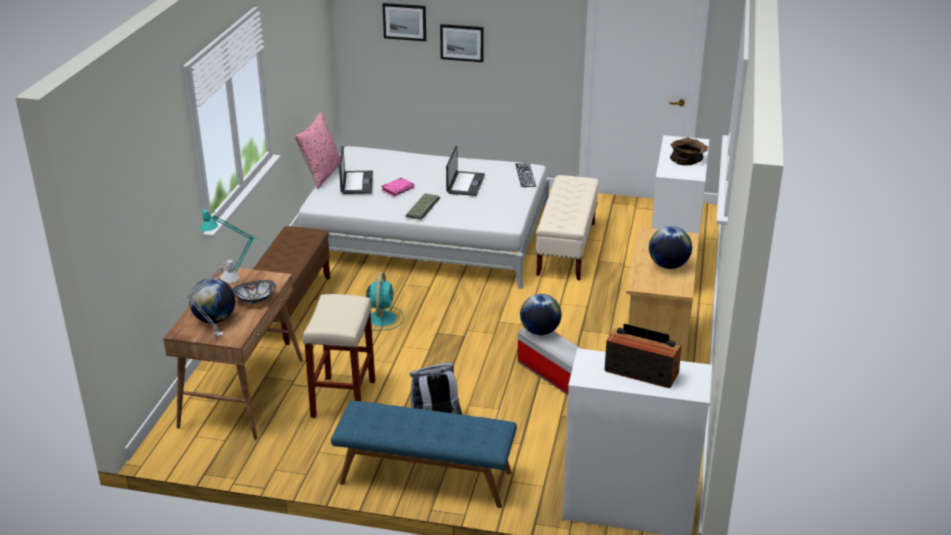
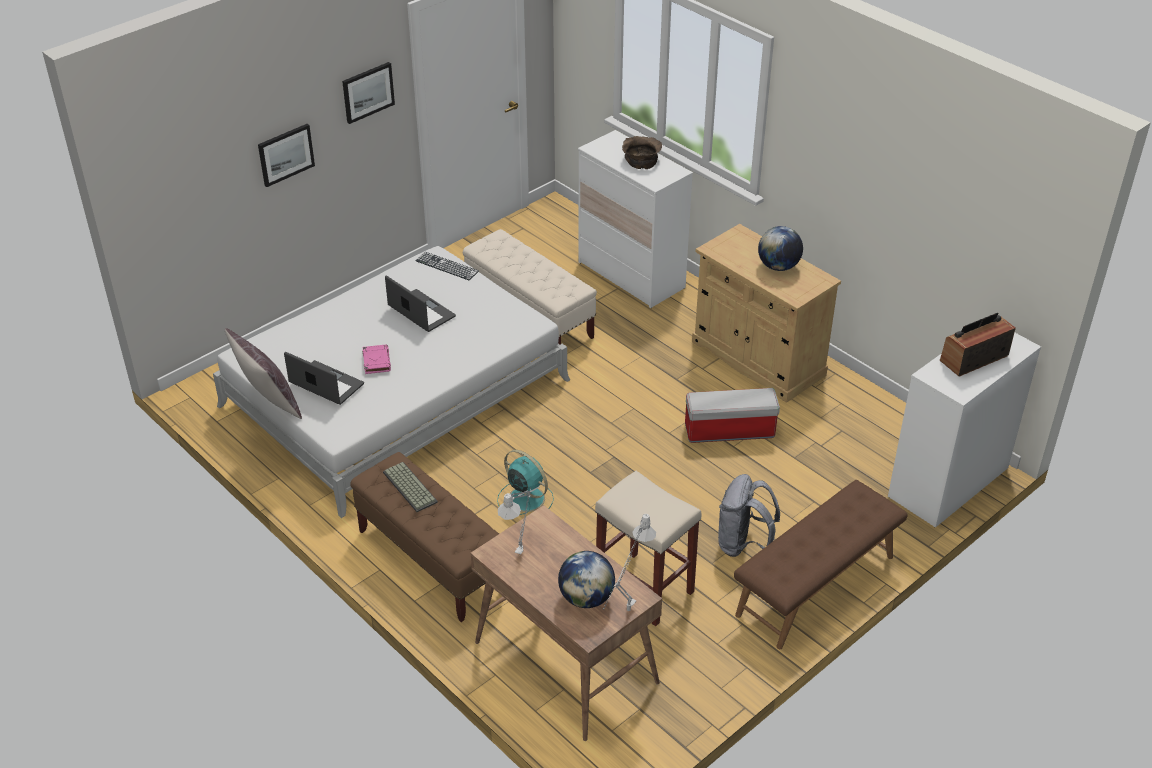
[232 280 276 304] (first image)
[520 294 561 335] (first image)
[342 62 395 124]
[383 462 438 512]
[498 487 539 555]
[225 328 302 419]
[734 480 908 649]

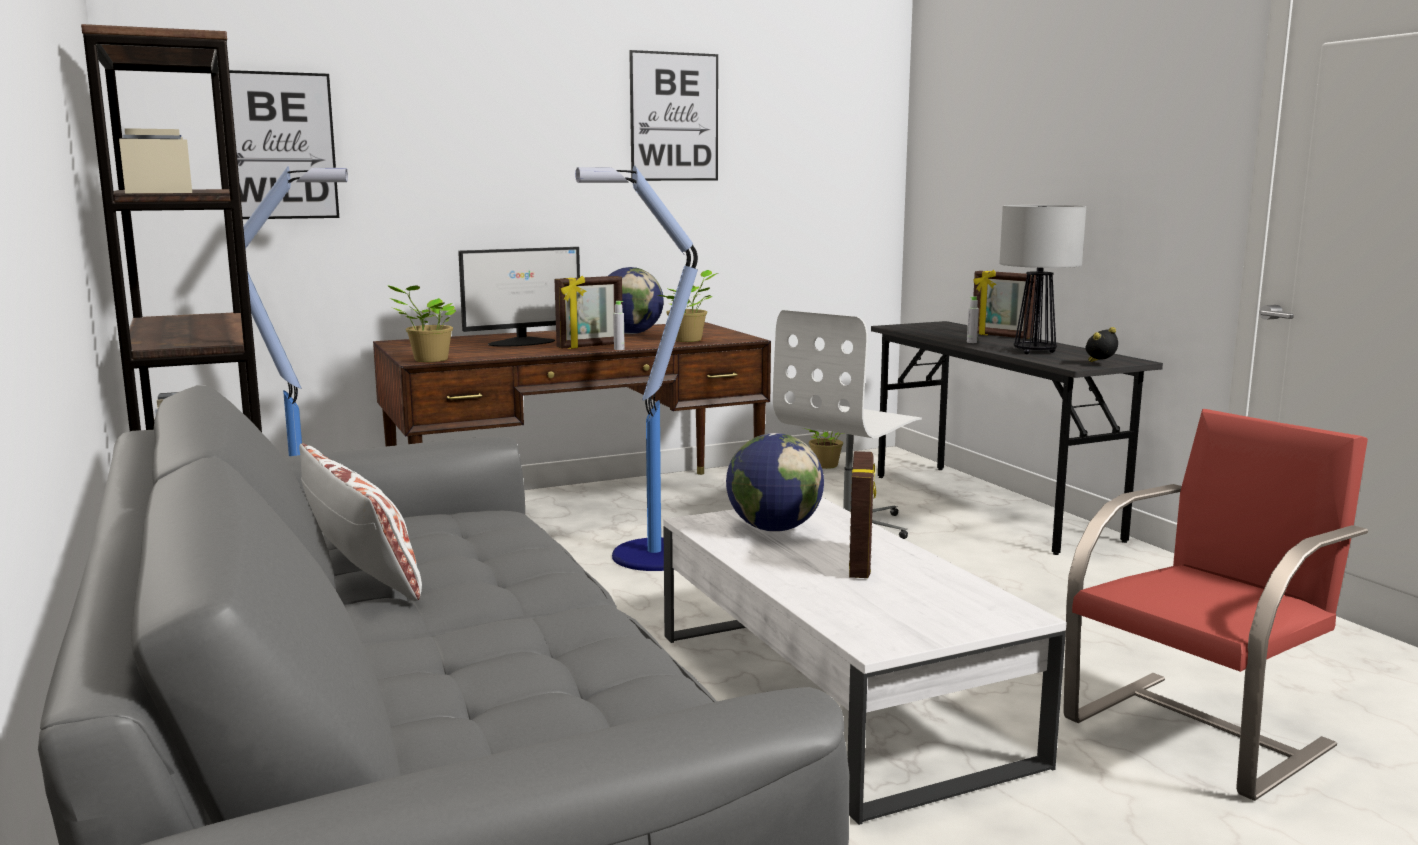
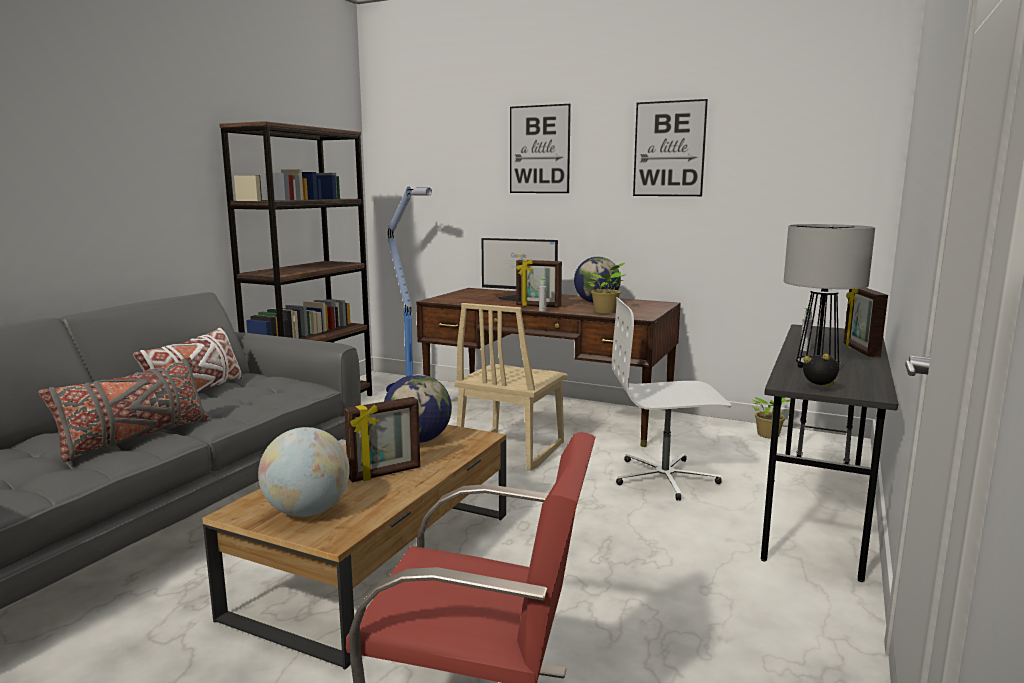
[387 285 456 362] (first image)
[38 357 209 462]
[258 427 350 517]
[510 104 571 193]
[454 303 568 471]
[202 425 506 670]

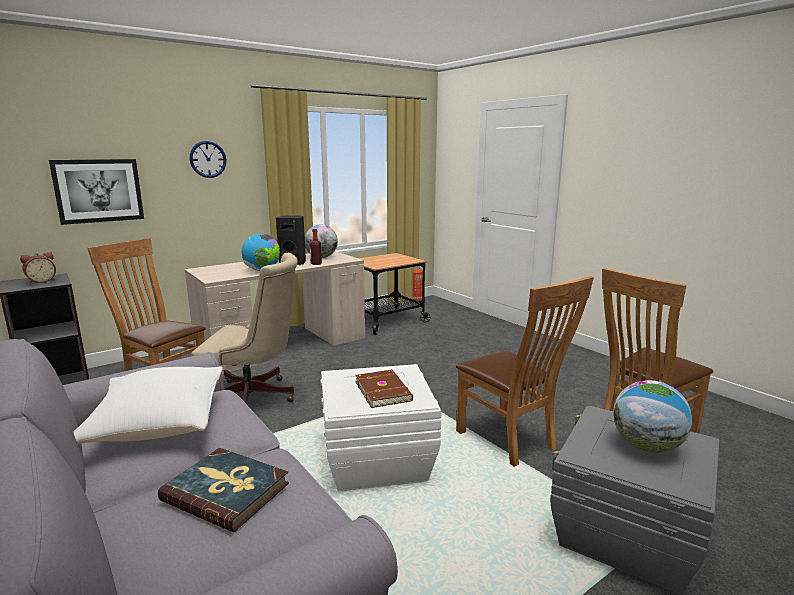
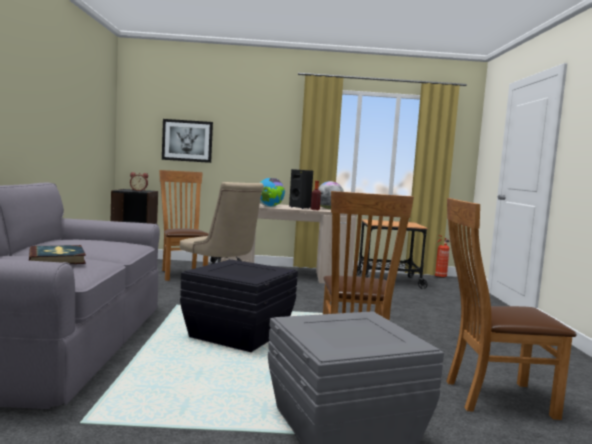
[74 366 223 444] (first image)
[189 141 227 178] (first image)
[355 370 413 408] (first image)
[613 380 693 453] (first image)
[180 259 298 352]

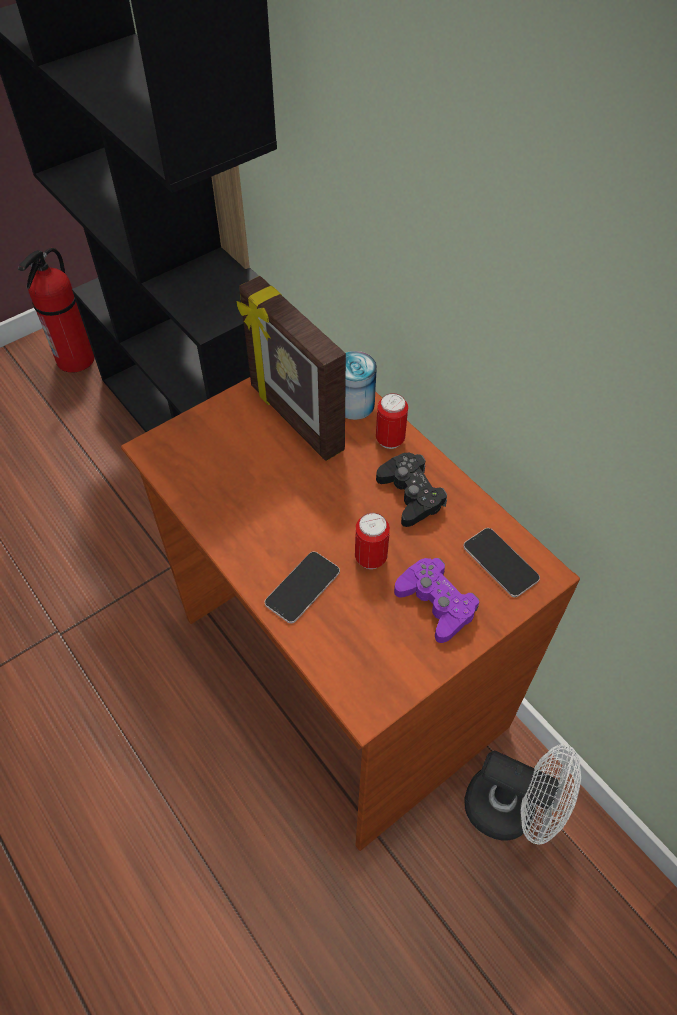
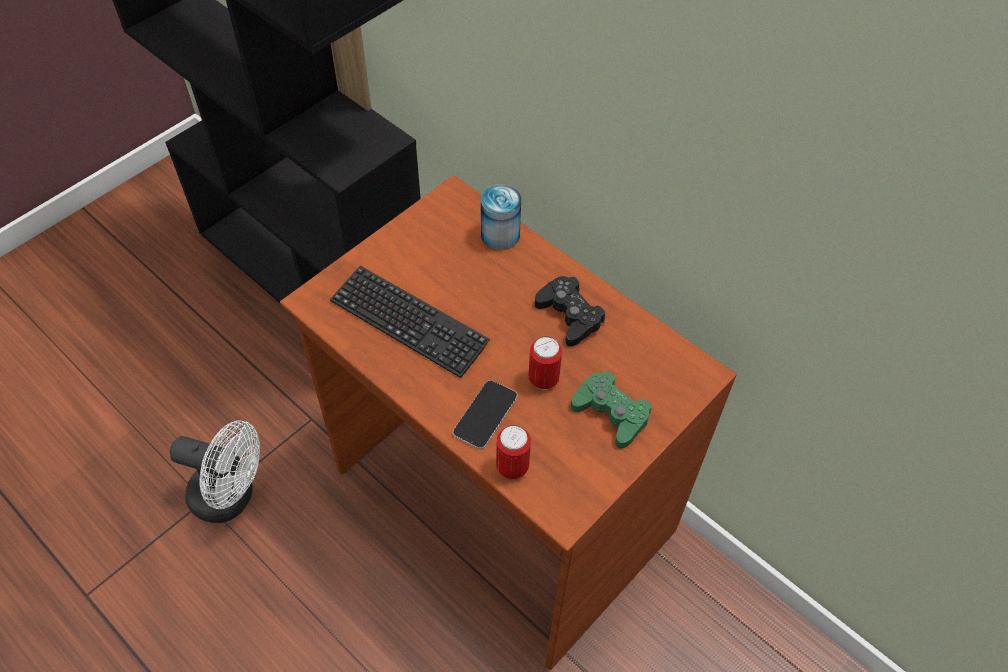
[18 248 95 372] (first image)
[237 276 346 461] (first image)
[463 528 540 597] (first image)
[330 266 490 378]
[496 425 531 479]
[170 420 260 523]
[571 371 652 449]

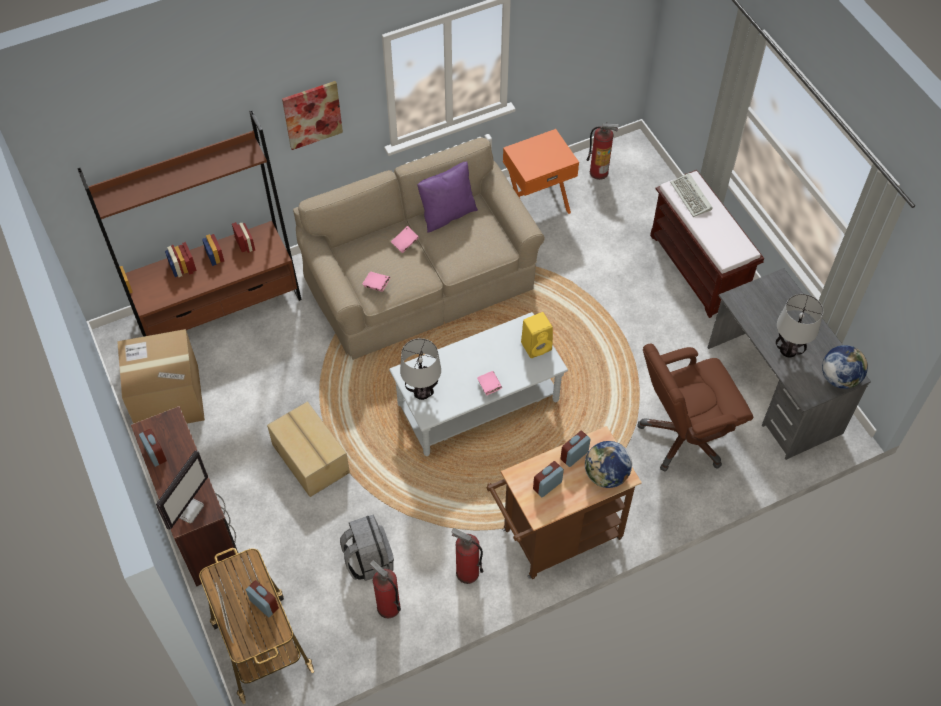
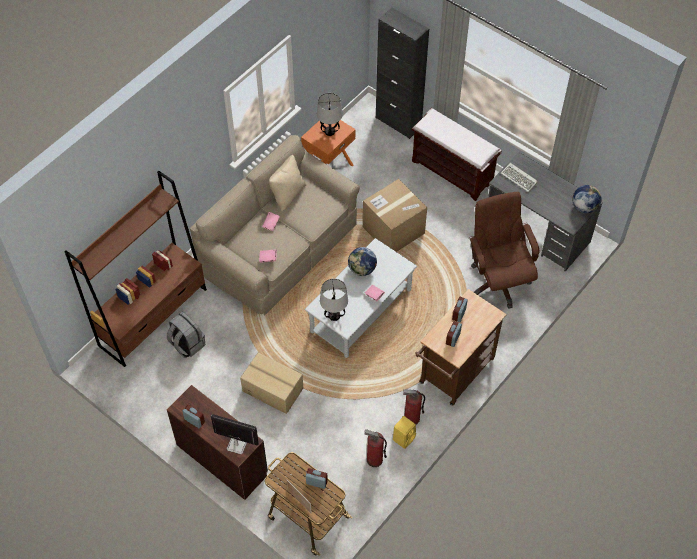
[282 81 343 150] (first image)
[587 122 619 180] (first image)
[376 7 429 139]
[363 179 427 252]
[167 312 205 358]
[393 416 416 449]
[348 247 377 276]
[500 163 538 192]
[317 93 343 136]
[269 155 306 212]
[211 414 259 454]
[469 192 539 308]

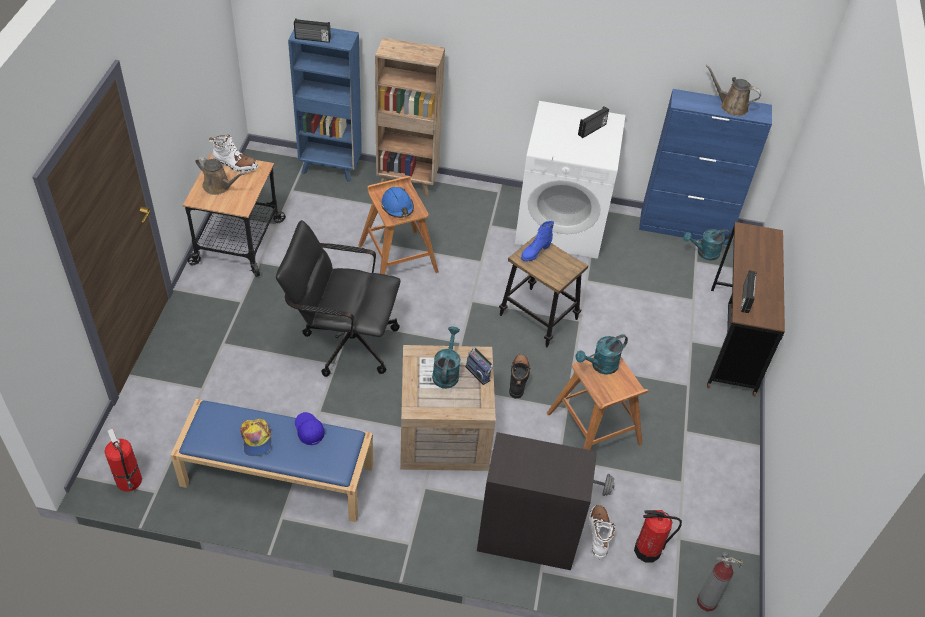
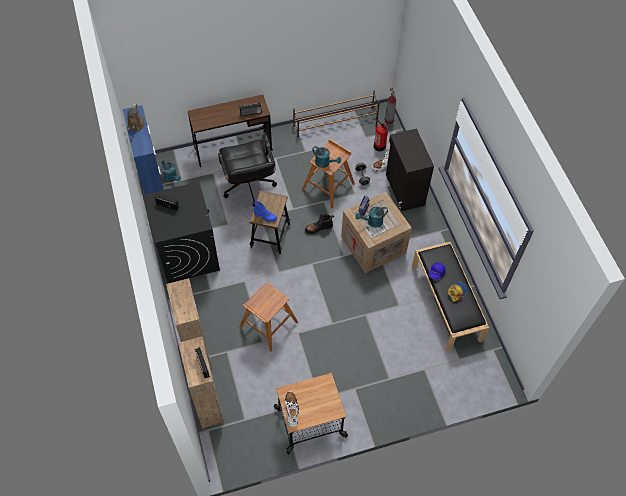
[105 429 142 491] (first image)
[196 157 244 195] (first image)
[381 187 414 218] (first image)
[293 91 380 137]
[218 140 277 207]
[412 242 489 351]
[178 337 225 430]
[143 182 220 283]

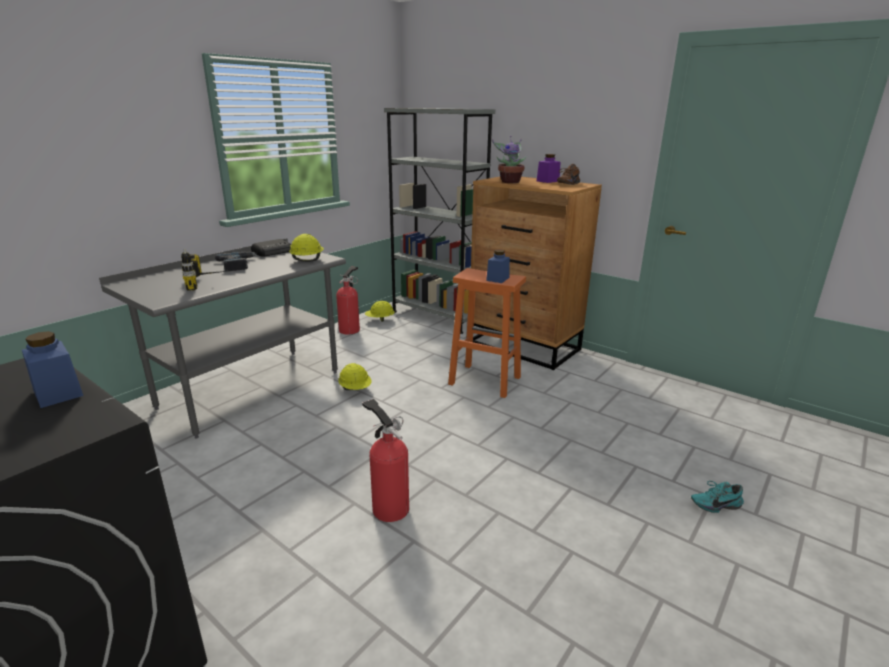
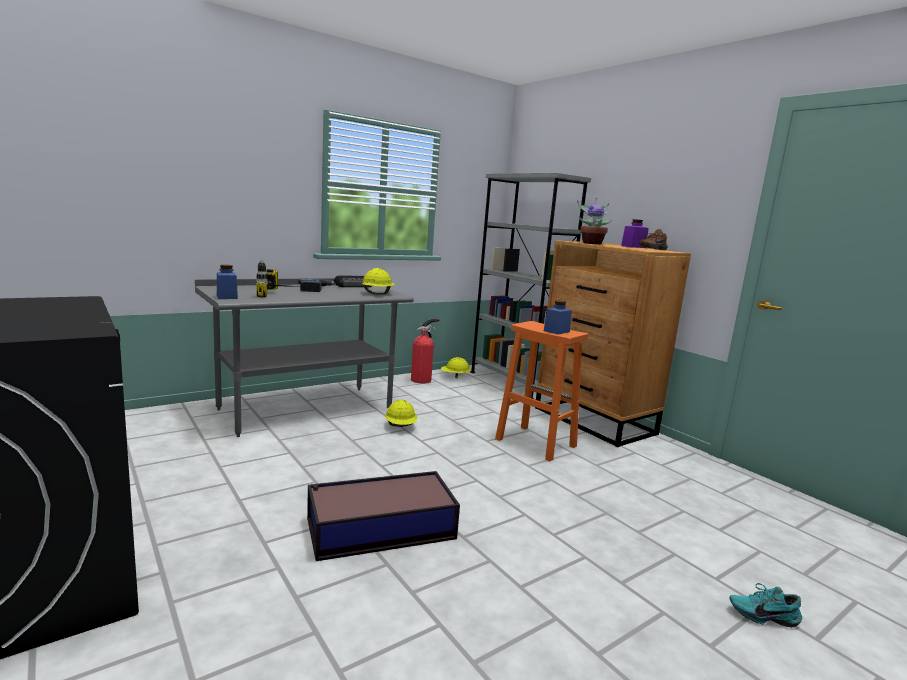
[217 265 238 299]
[307 471 460 561]

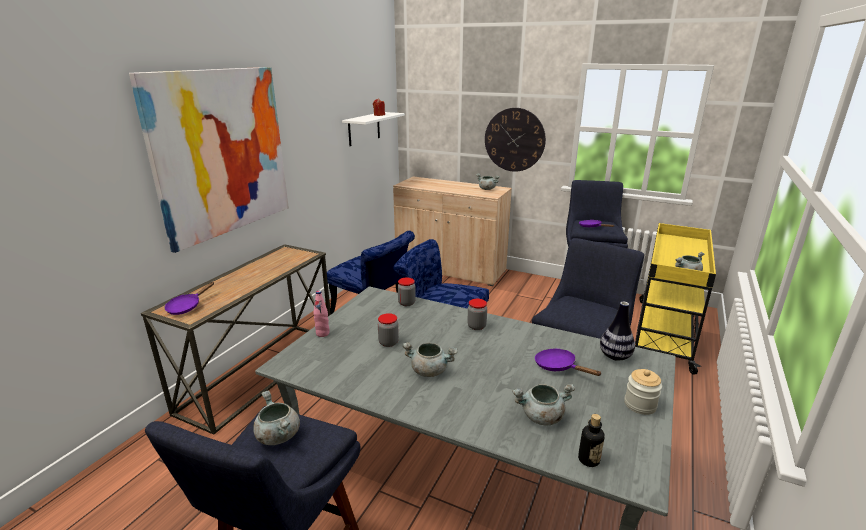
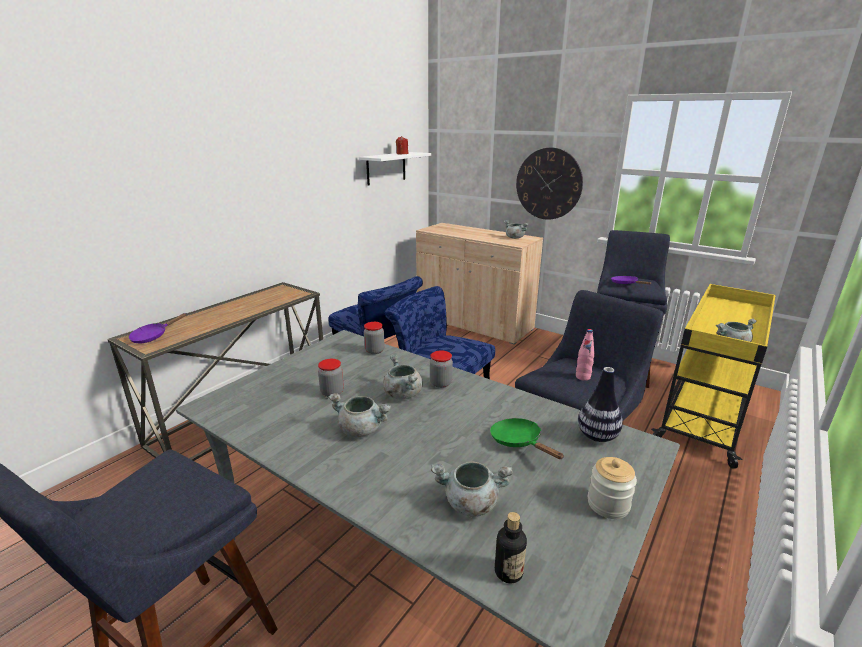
[129 67 289 253] (first image)
[383 355 423 399]
[576 329 595 381]
[490 418 564 459]

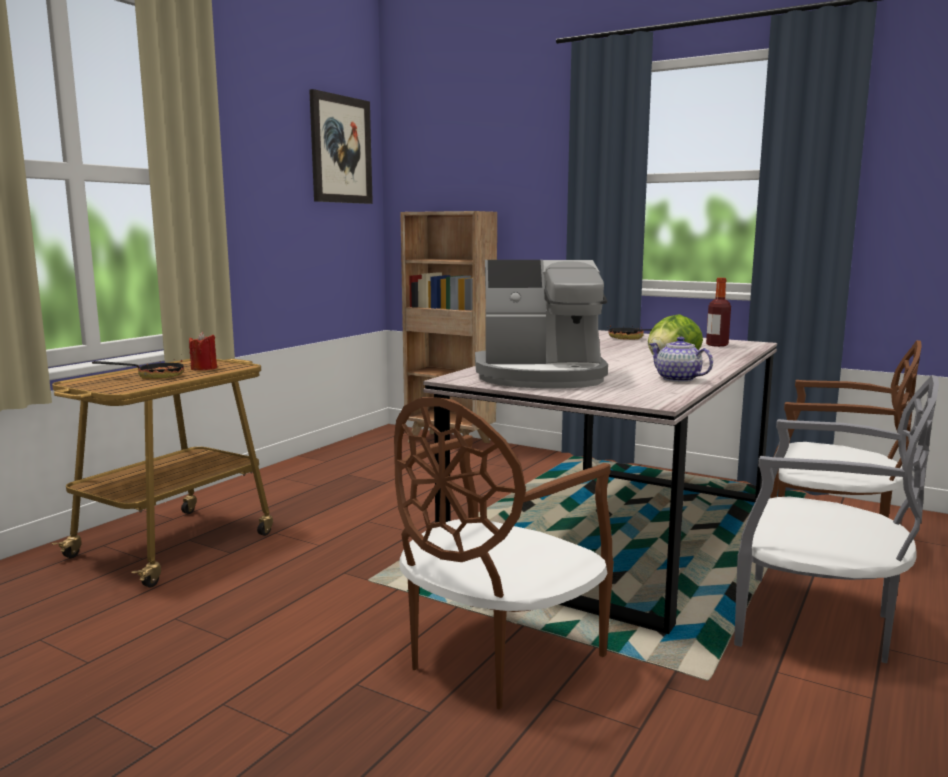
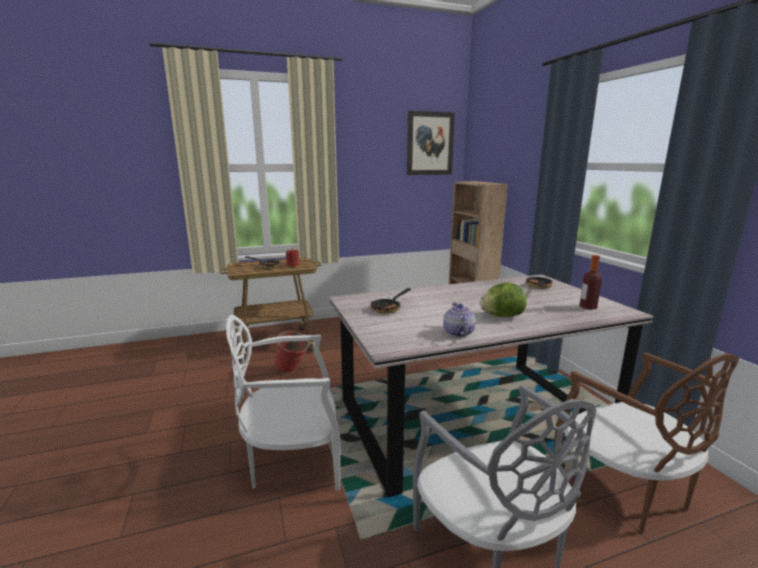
[275 331 309 373]
[371 288 411 314]
[226 315 341 490]

